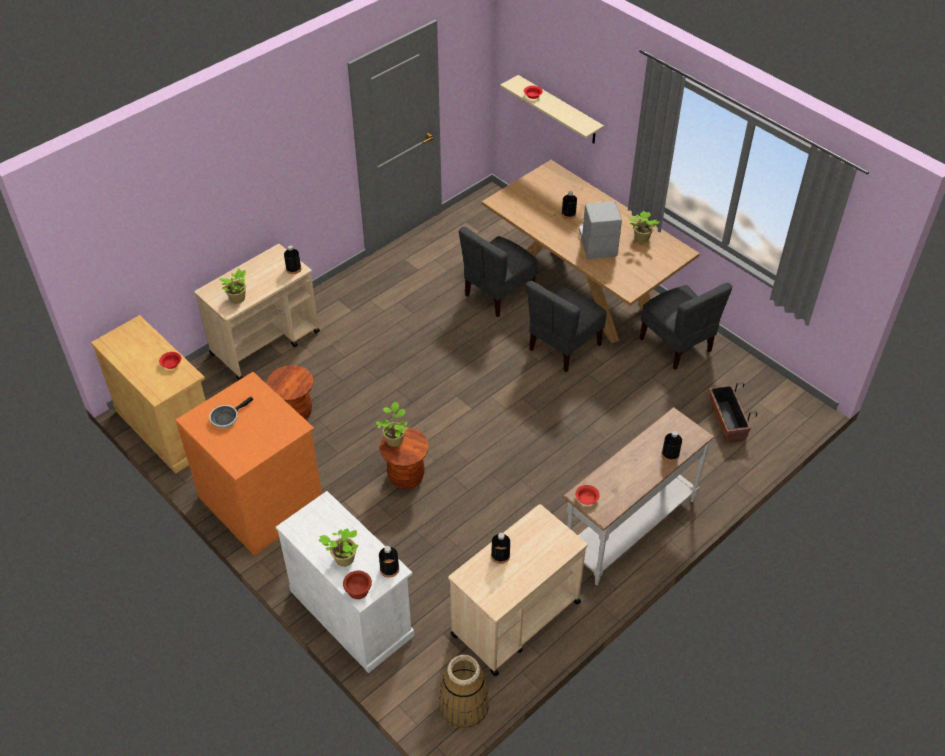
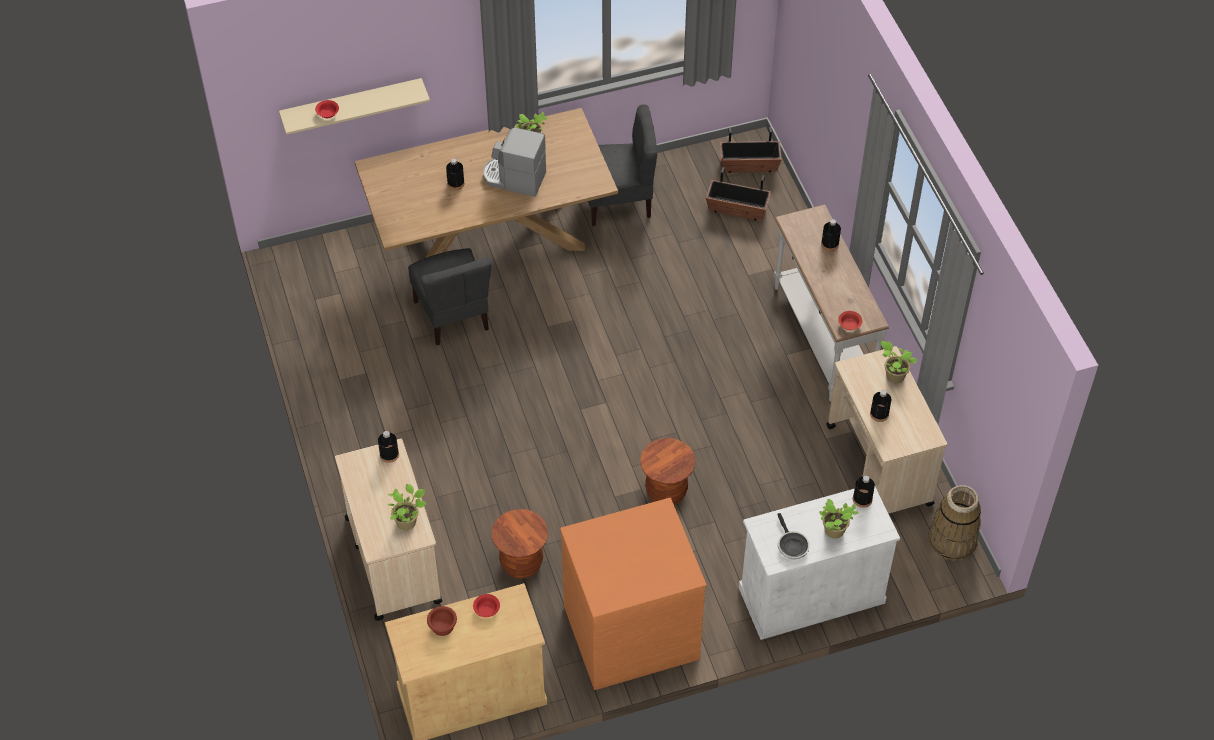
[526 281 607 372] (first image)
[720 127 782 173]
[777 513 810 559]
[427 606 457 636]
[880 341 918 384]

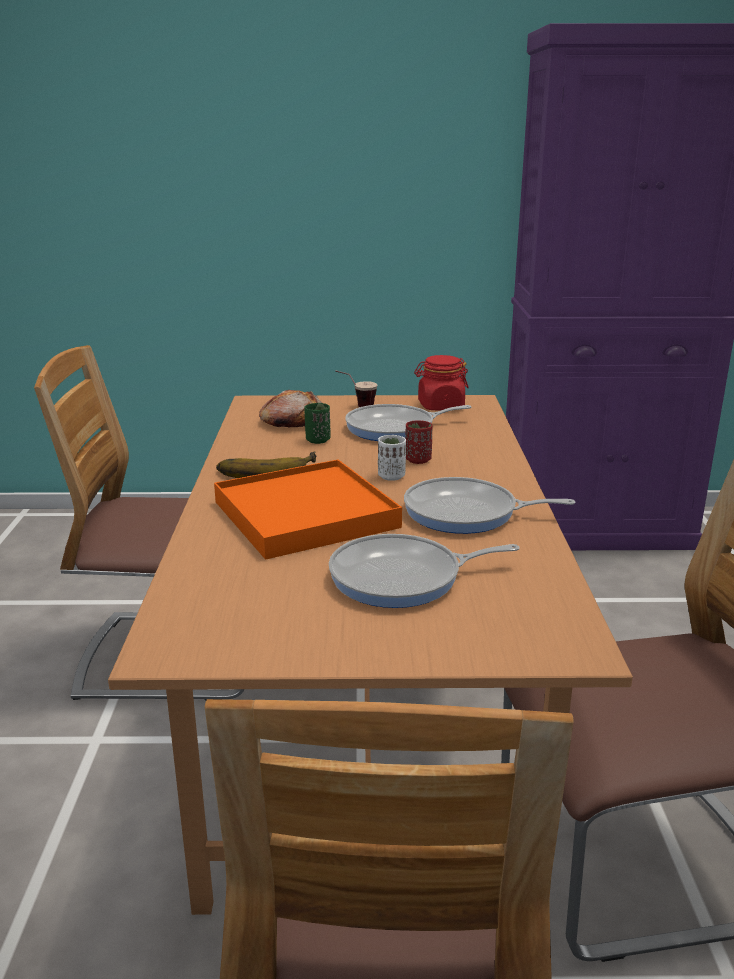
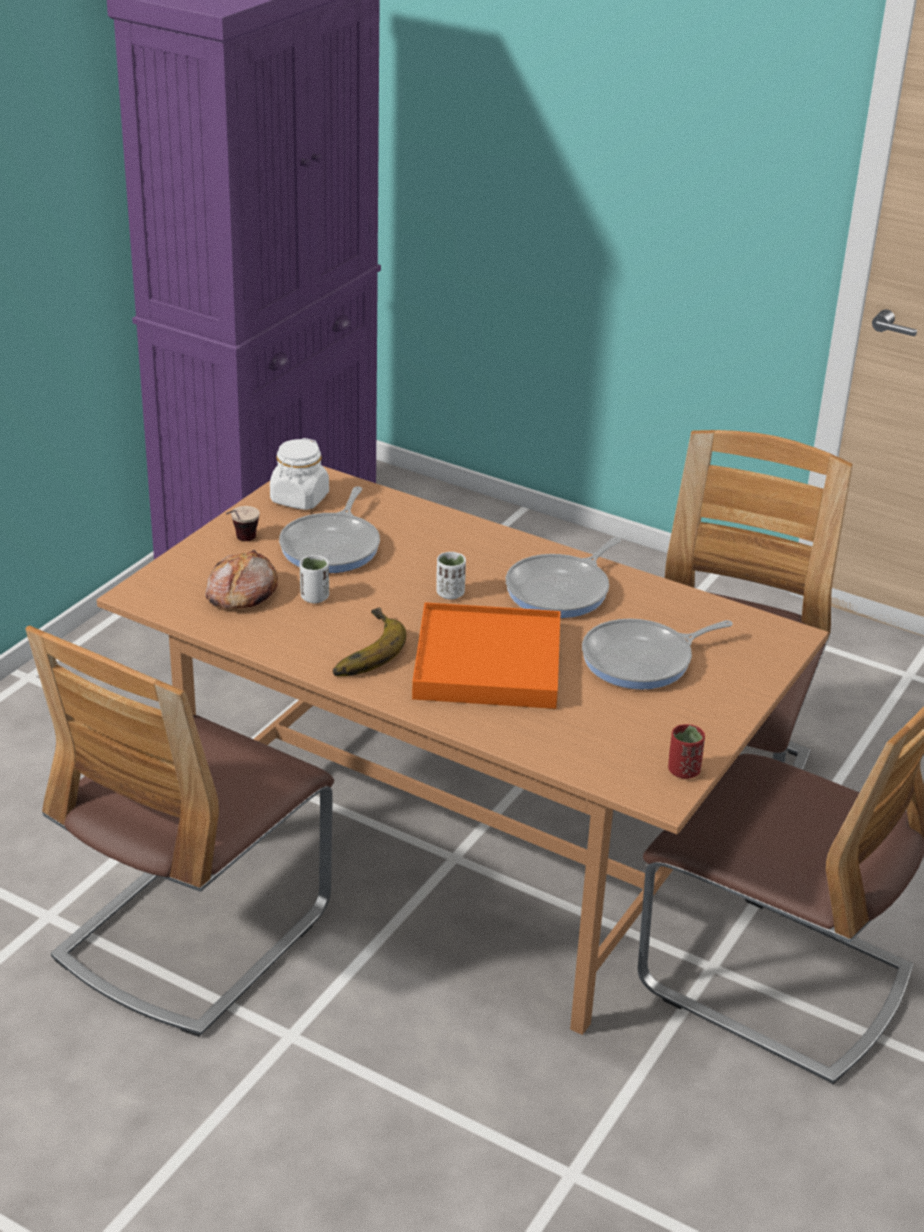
[668 724 705 779]
[300 555 329 603]
[270 438 329 510]
[582 619 733 689]

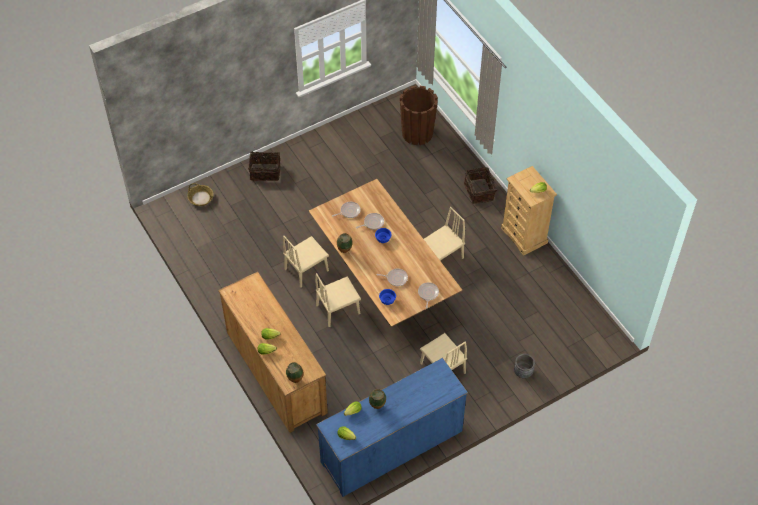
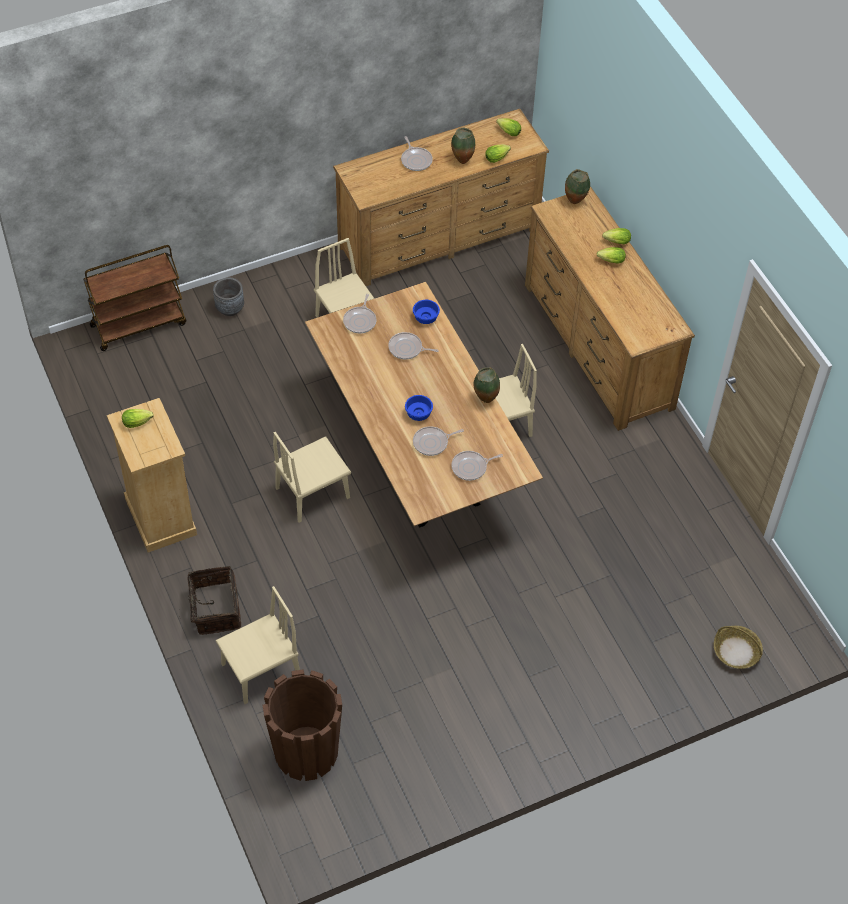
[248 152 280 181] (first image)
[83 245 186 351]
[401 136 433 171]
[216 586 300 704]
[333 109 549 286]

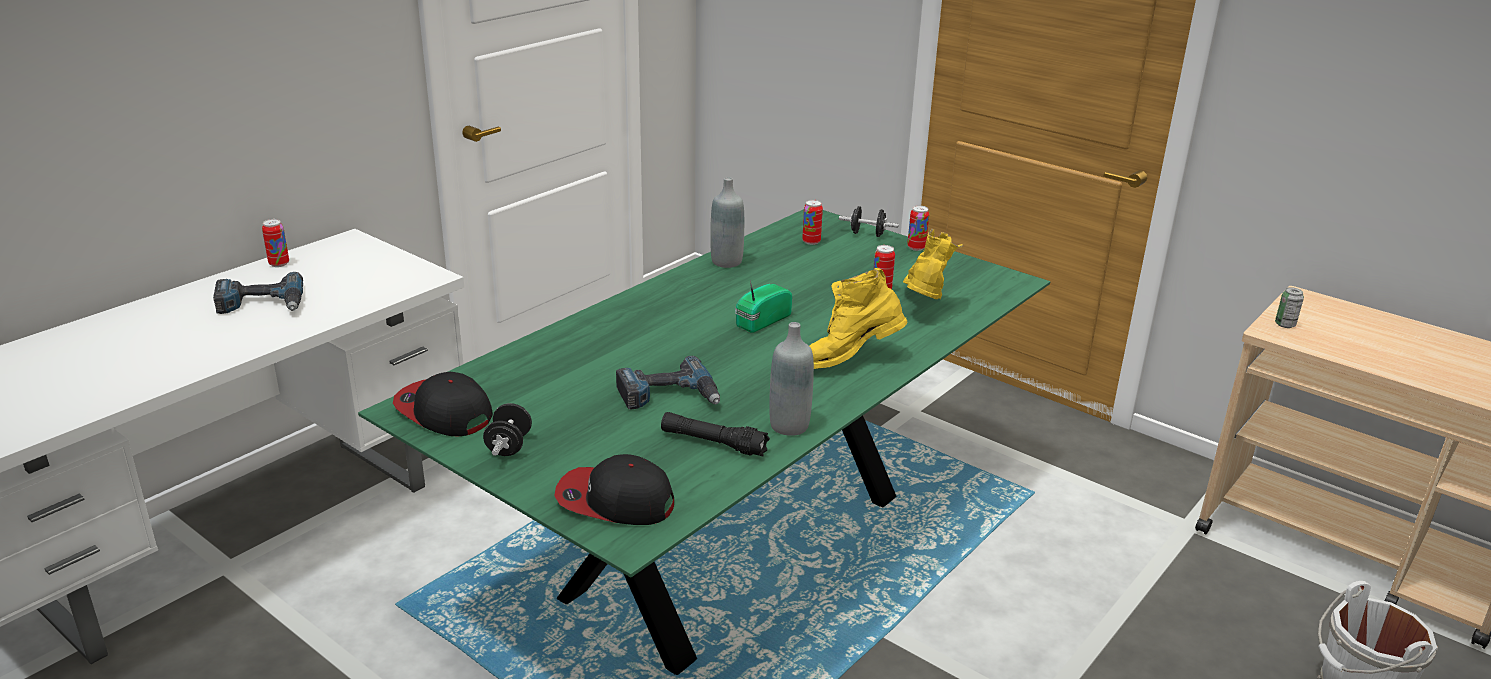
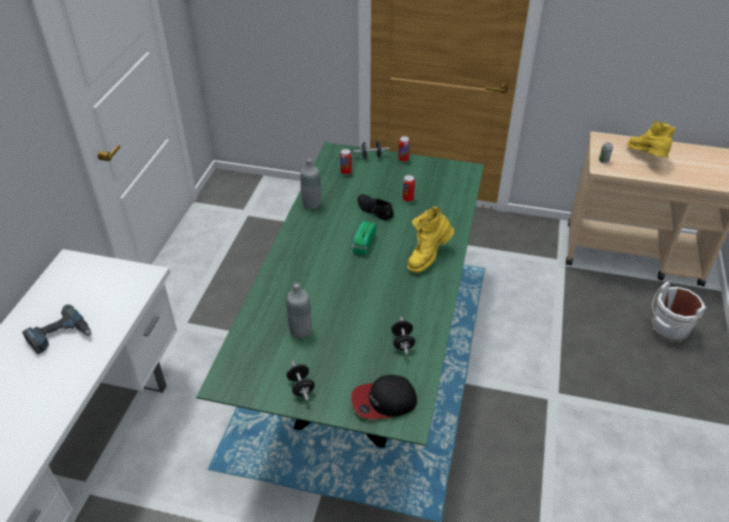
[262 219 289 267] (first image)
[393 372 493 436] (first image)
[616 356 720 409] (first image)
[358 194 394 220]
[286 283 312 338]
[627 120 675 158]
[391 317 415 355]

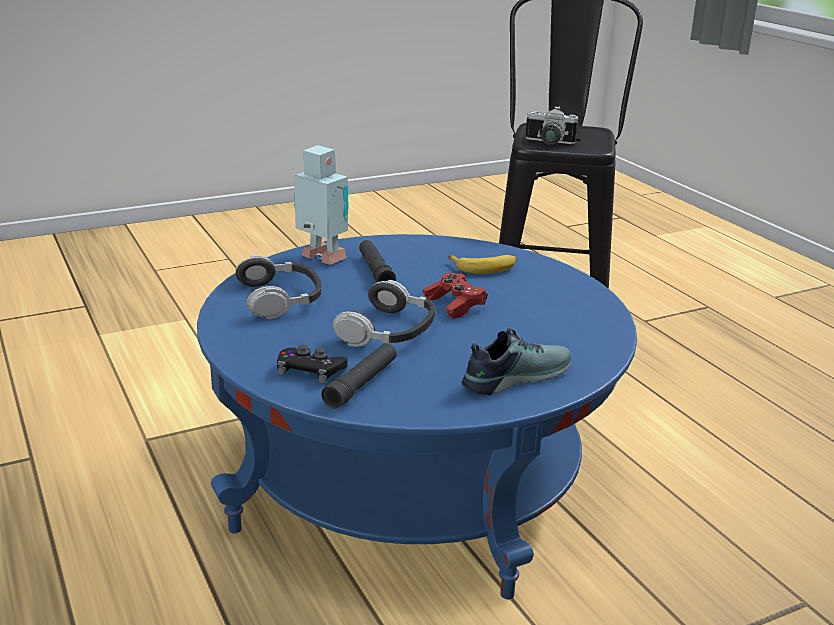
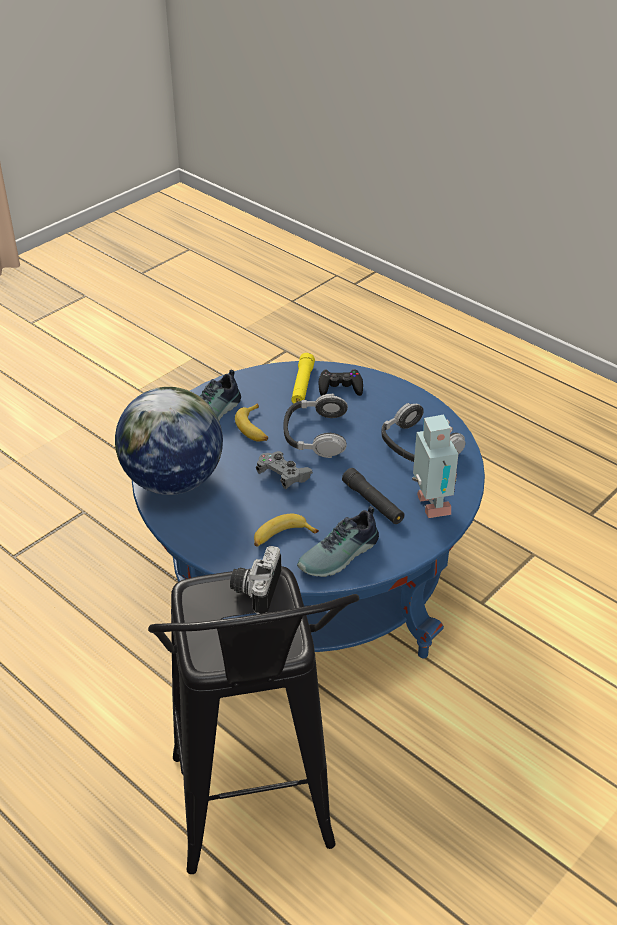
[115 387 223 495]
[235 404 268 442]
[297 506 379 577]
[291 353 315 404]
[256 451 313 489]
[412 414 459 518]
[230 546 282 614]

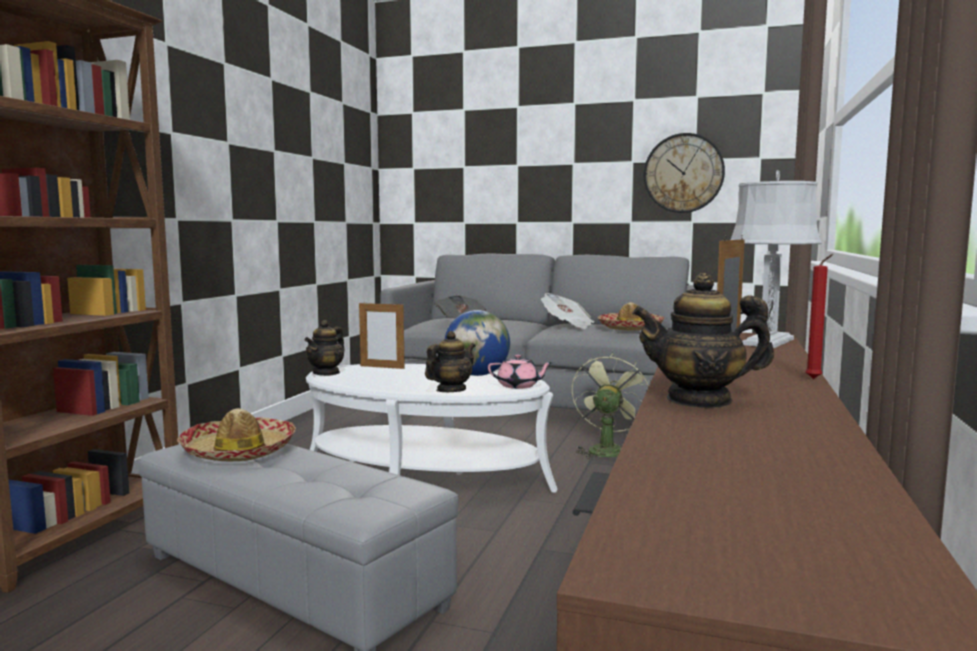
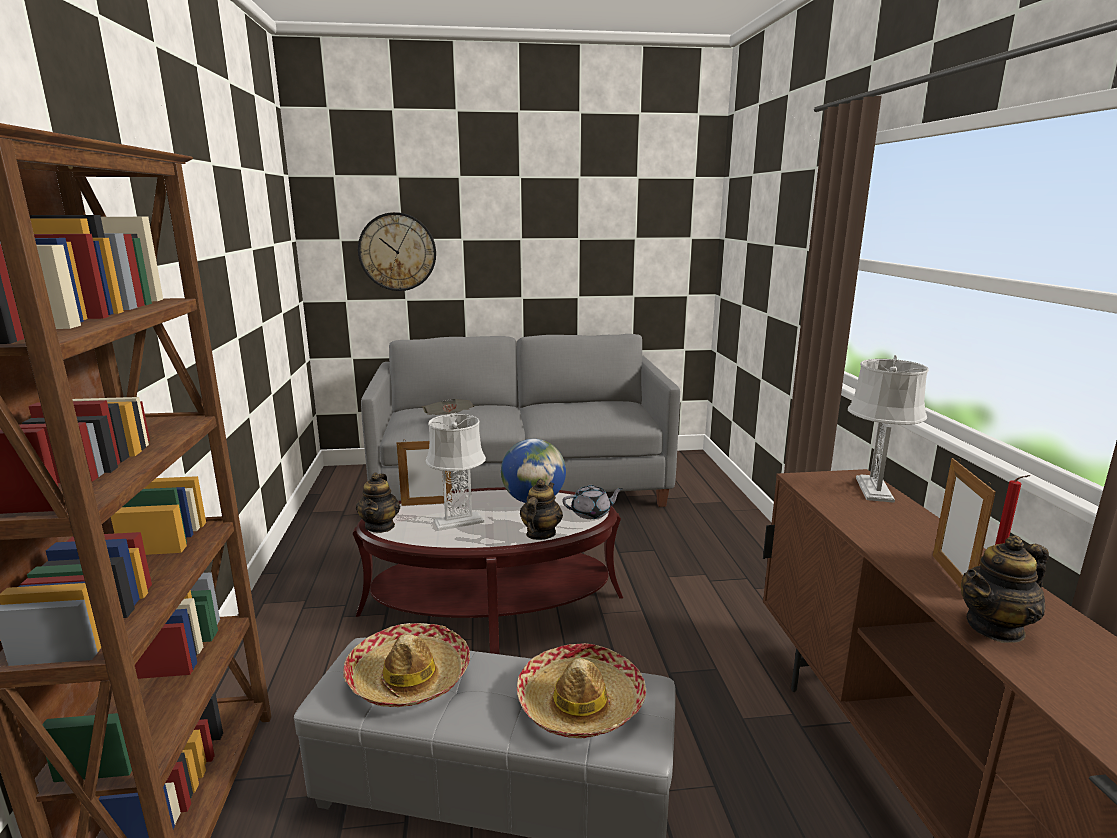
[541 293 594 329] (first image)
[572 353 651 459] (first image)
[426 413 486 531]
[517 643 646 738]
[358 212 436 291]
[353 487 623 654]
[562 485 623 519]

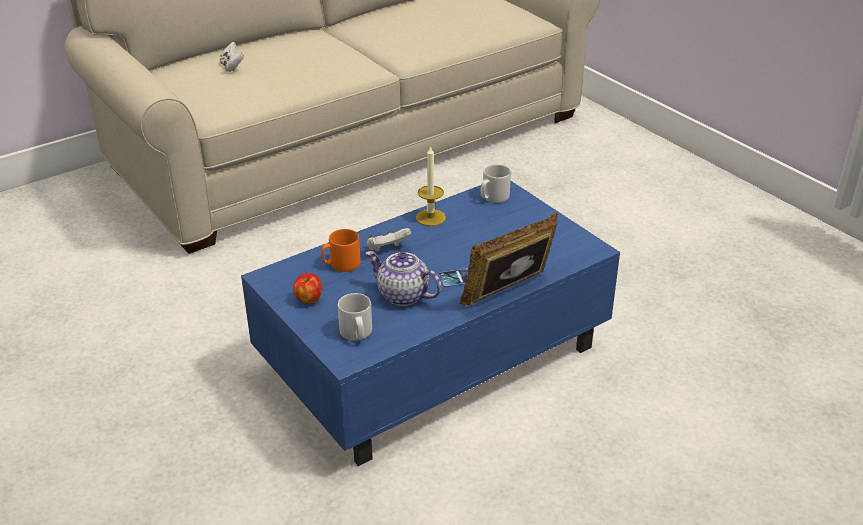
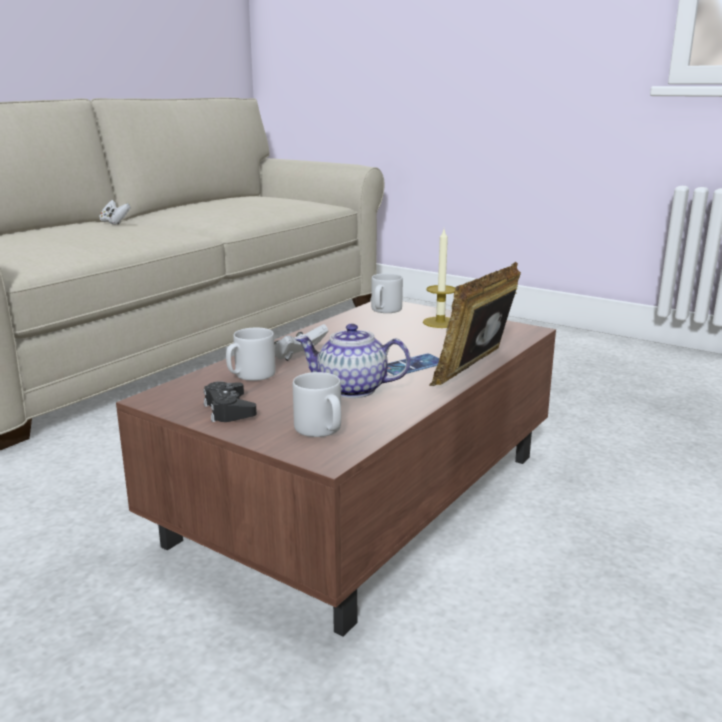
[100 200 131 225]
[423 229 455 328]
[204 381 257 422]
[116 301 556 637]
[226 328 276 381]

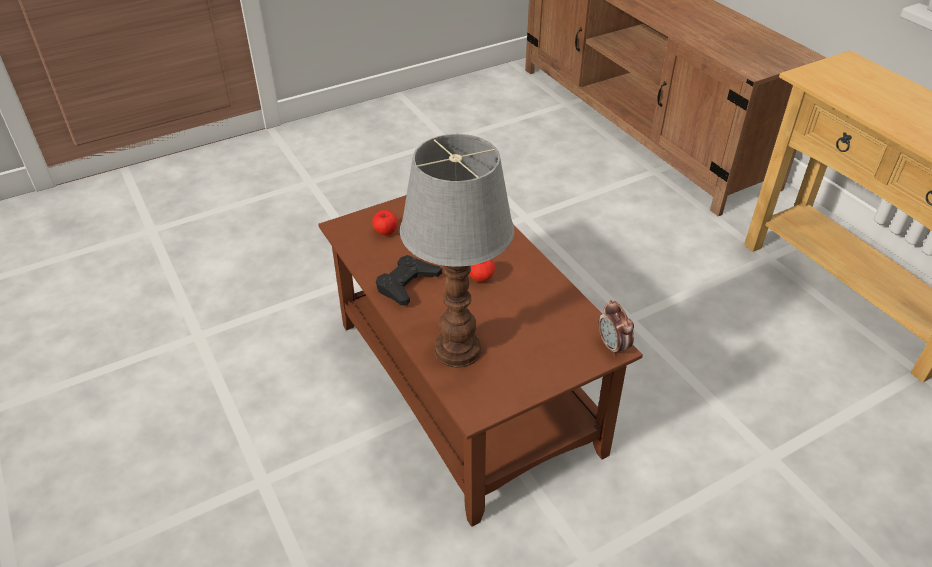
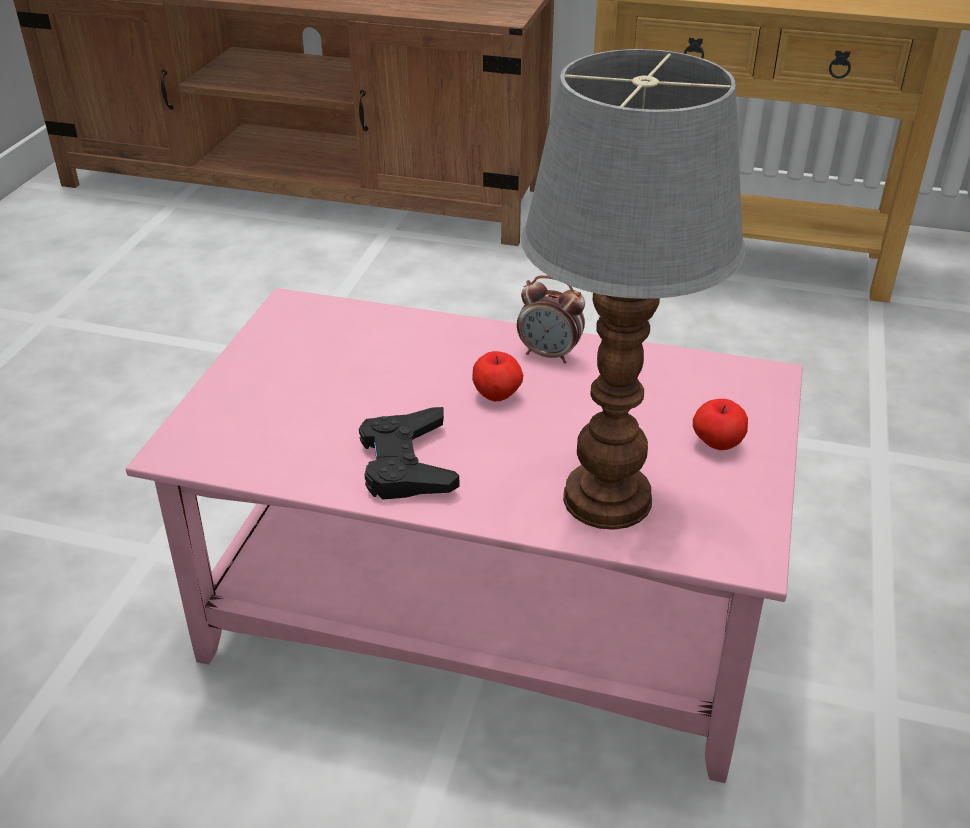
[693 399 748 450]
[517 275 585 363]
[126 288 803 783]

